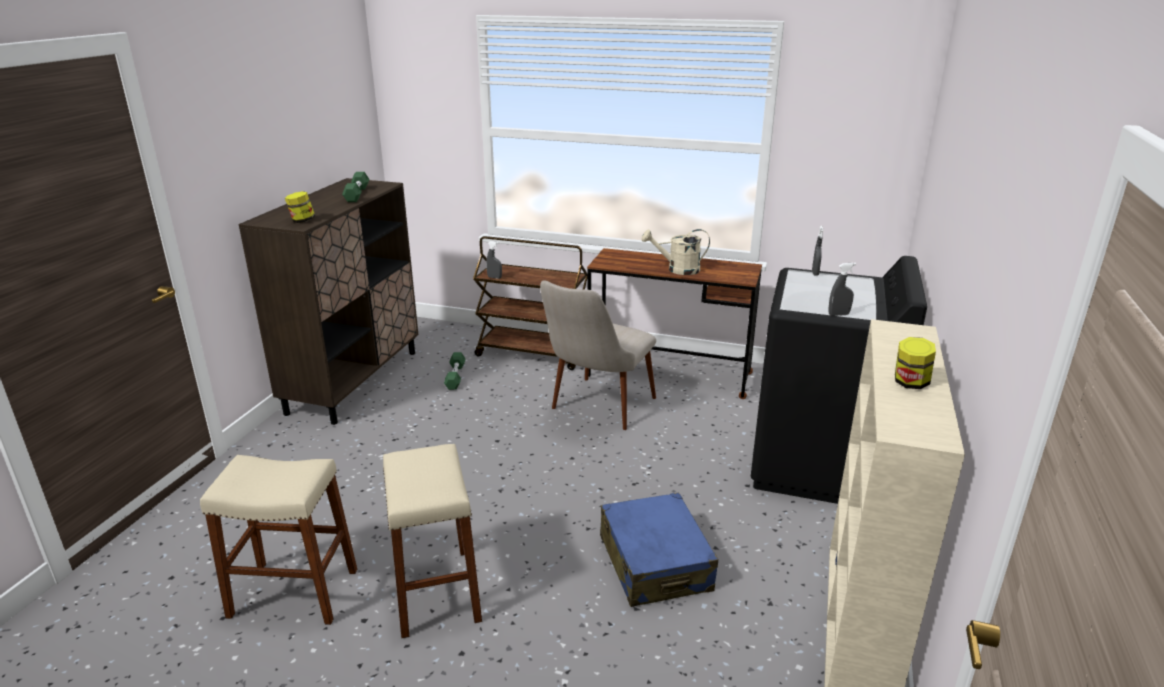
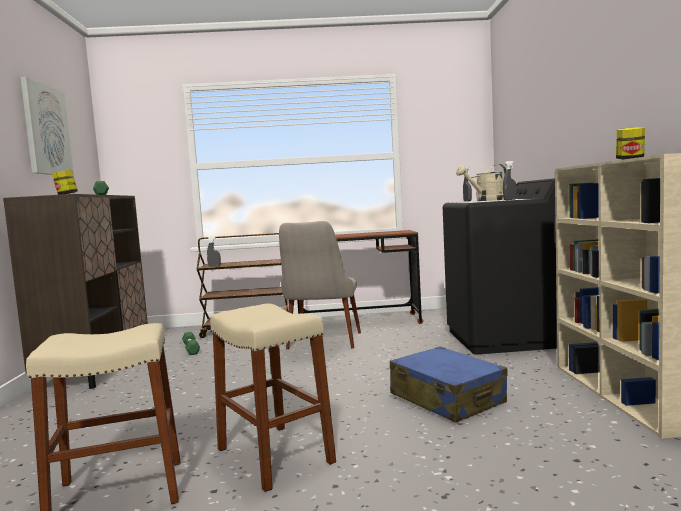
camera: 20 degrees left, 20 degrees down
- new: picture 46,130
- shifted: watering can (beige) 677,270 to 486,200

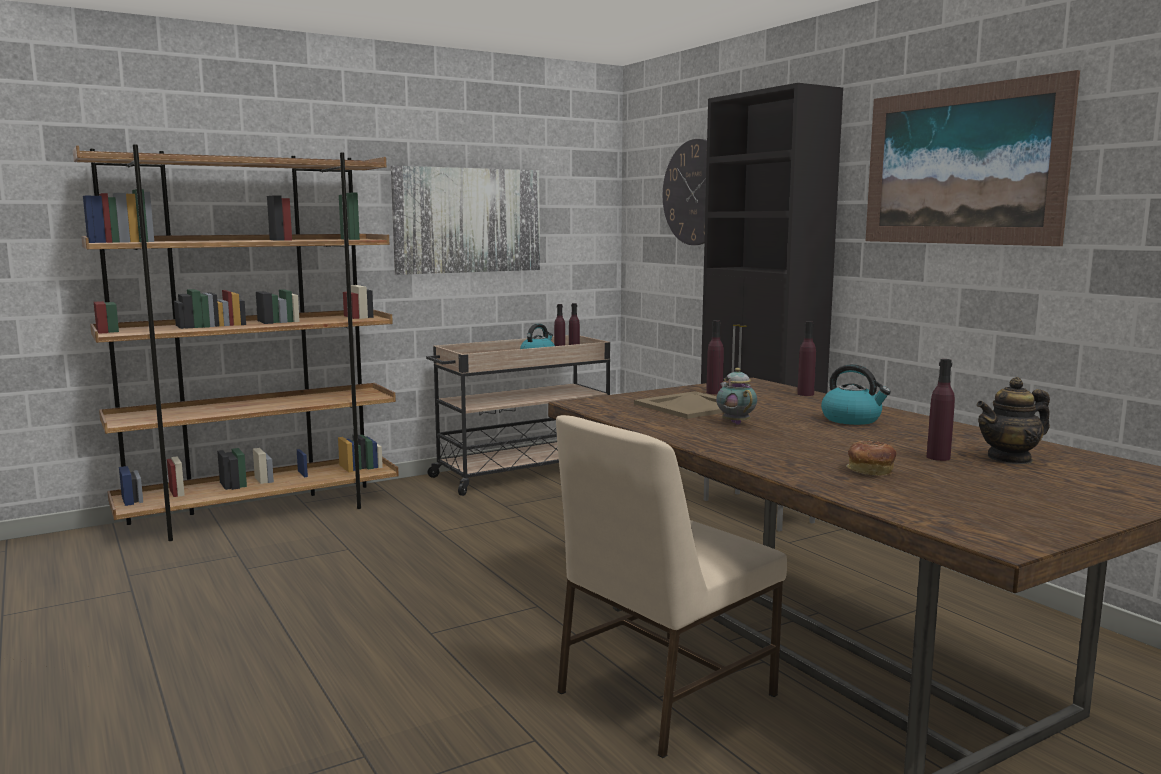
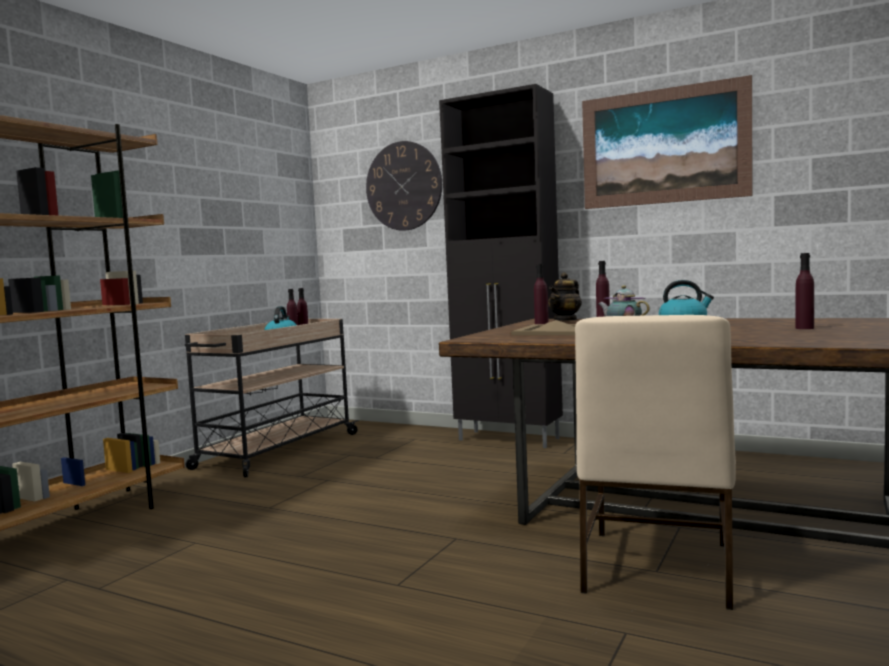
camera: 30 degrees left, 5 degrees down
- gone: picture 468,220
- gone: bread 870,471
- shifted: teapot 1010,459 to 565,319

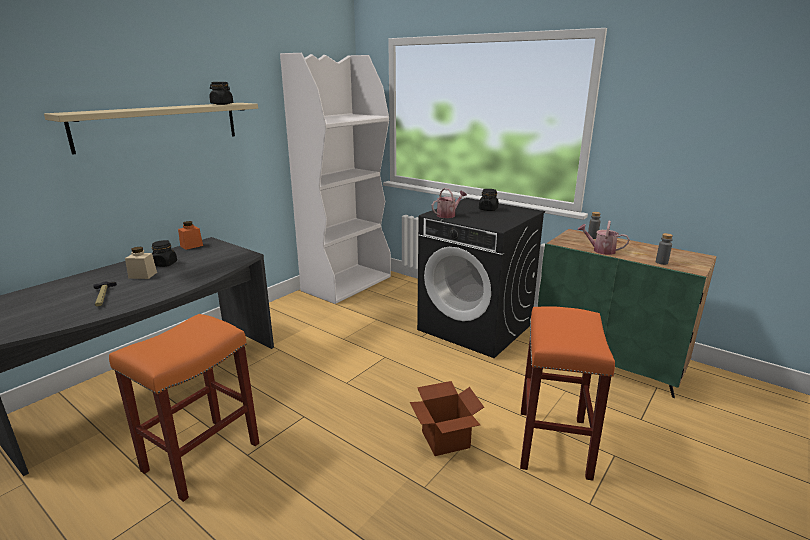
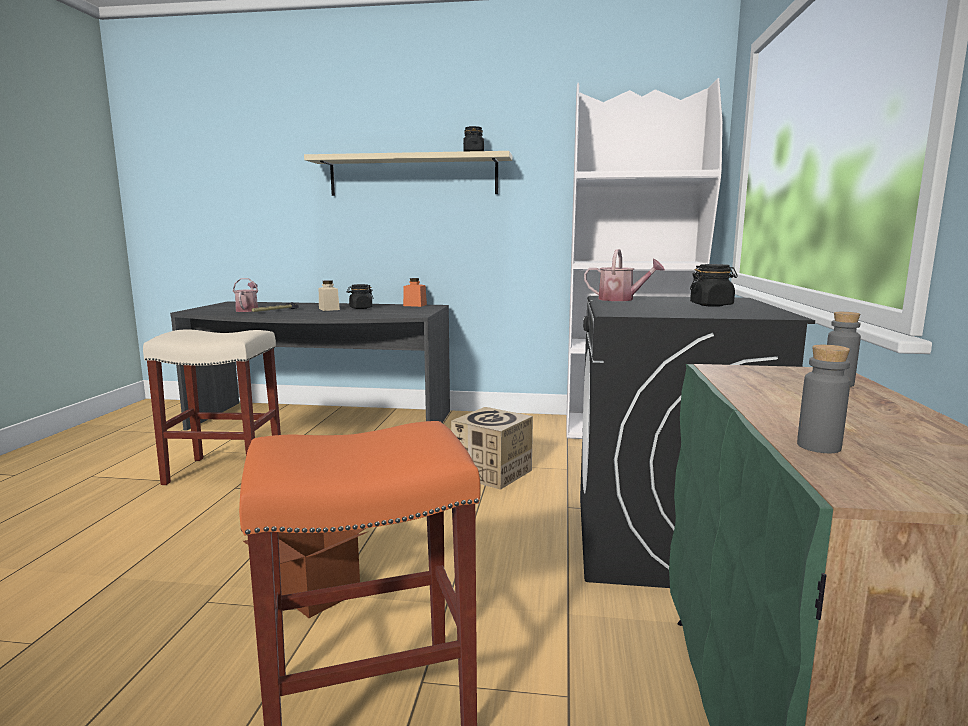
camera: 60 degrees right, 10 degrees down
- new: cardboard box 492,473
- shifted: watering can 600,250 to 248,310
- repainted: stool (orange) 201,458 to stool (beige) 223,472

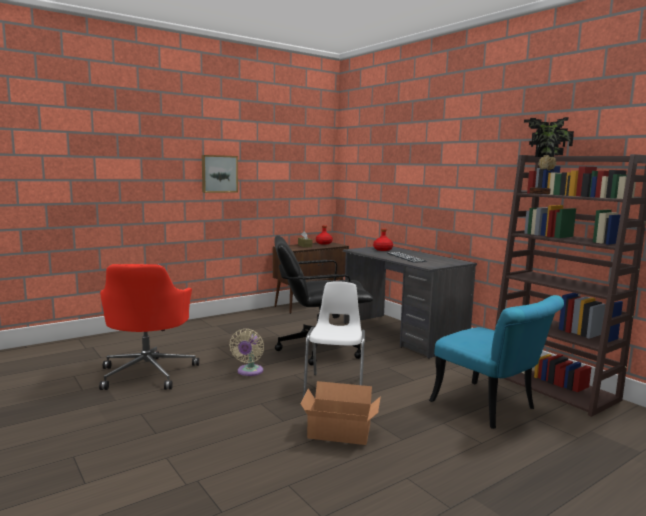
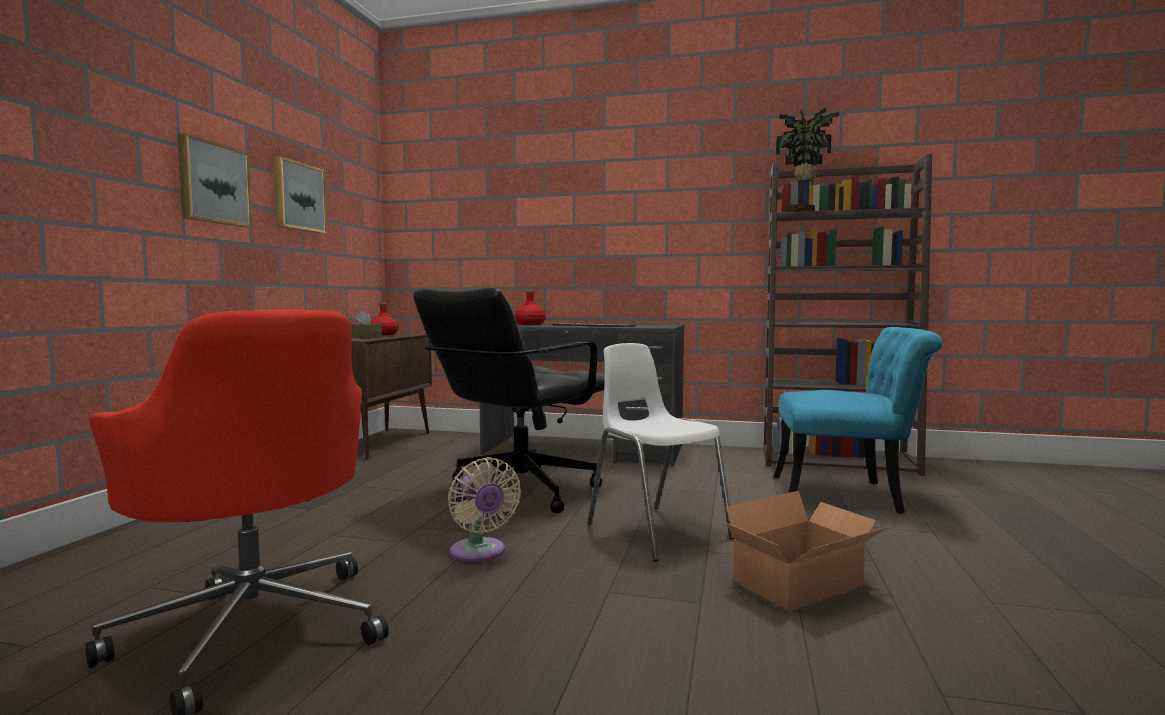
camera: 40 degrees left, 5 degrees down
- new: picture 298,197

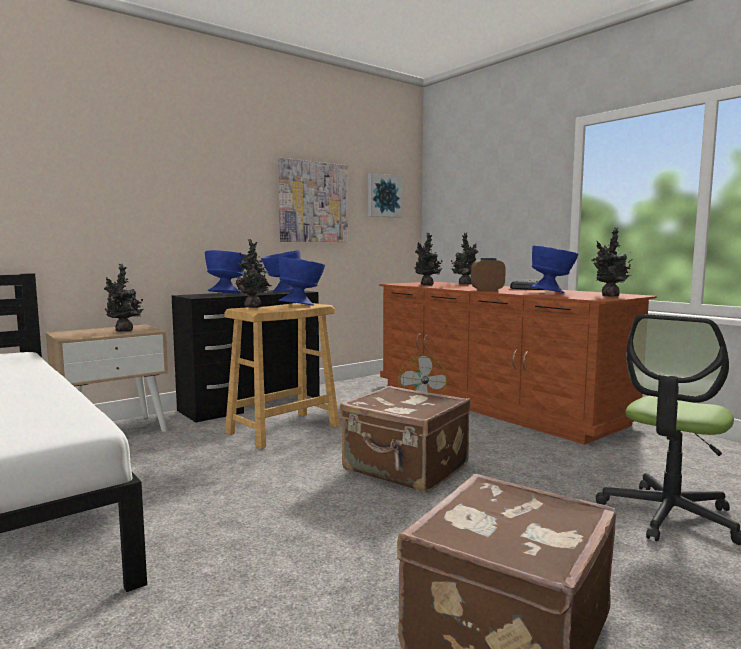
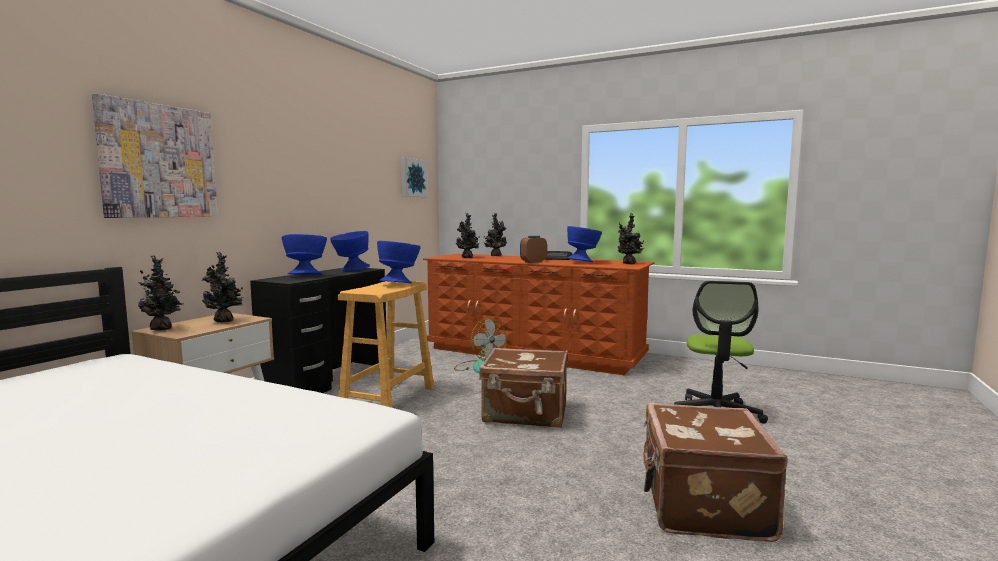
camera: 25 degrees left, 0 degrees up
- shifted: potted plant 254,307 to 163,329
- shifted: picture 313,202 to 159,161

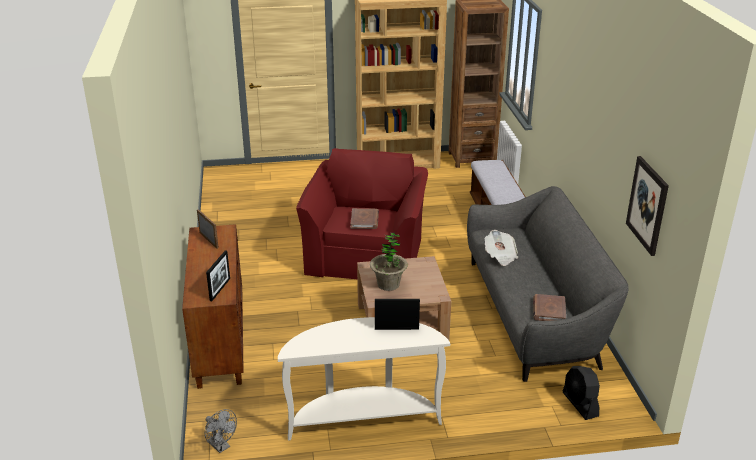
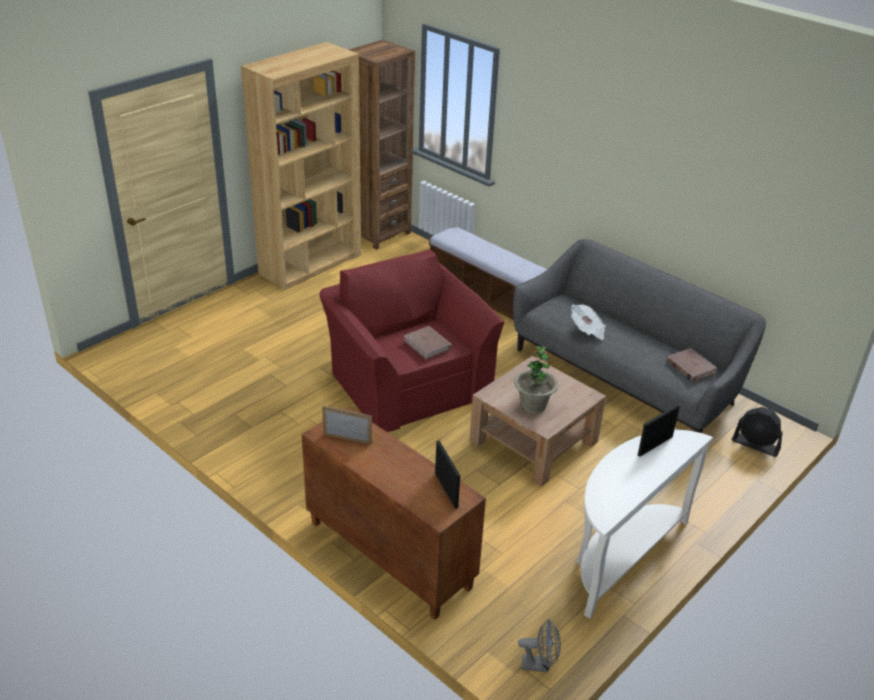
camera: 40 degrees left, 5 degrees up
- gone: picture 647,205

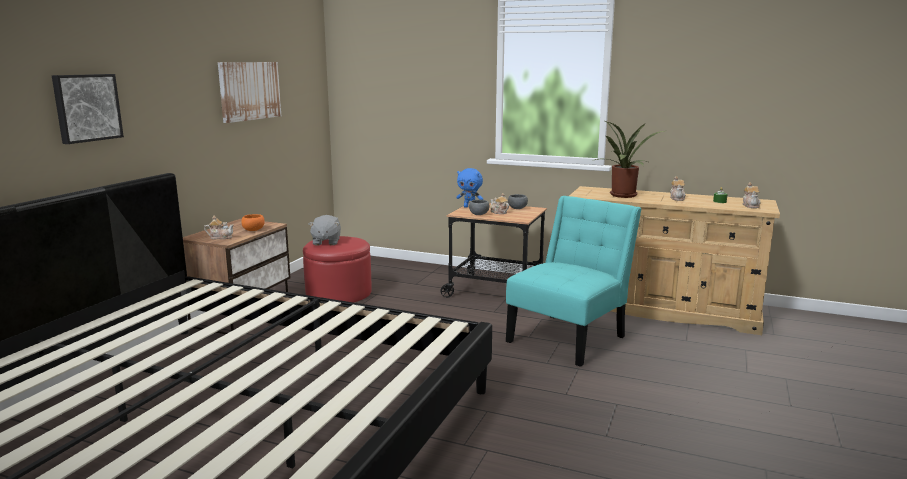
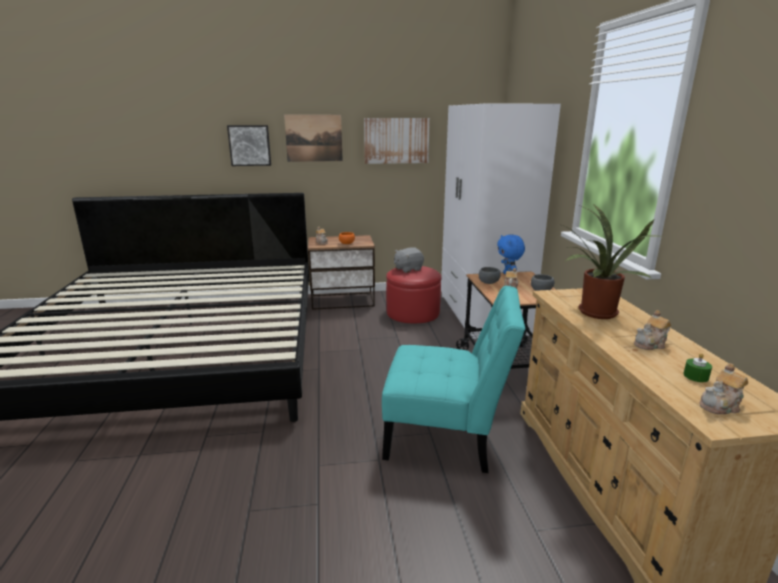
camera: 60 degrees right, 5 degrees up
- new: picture 314,138
- new: wardrobe (white) 482,314

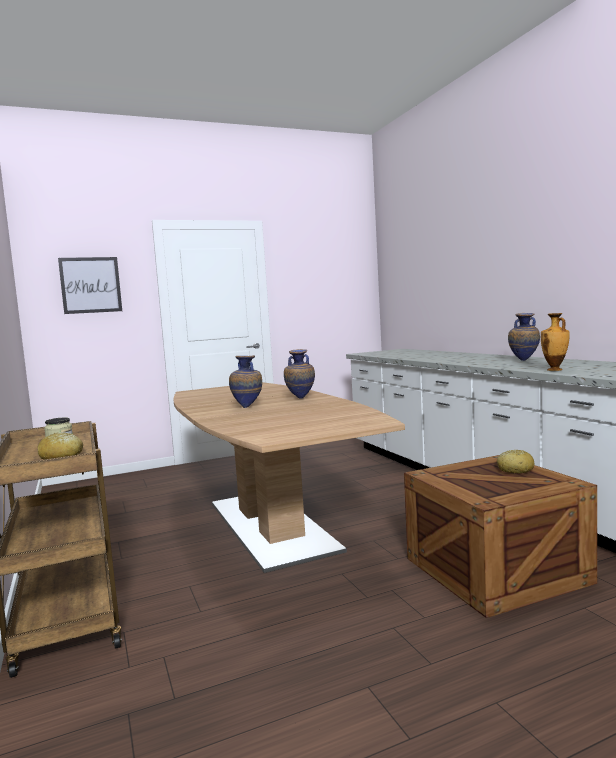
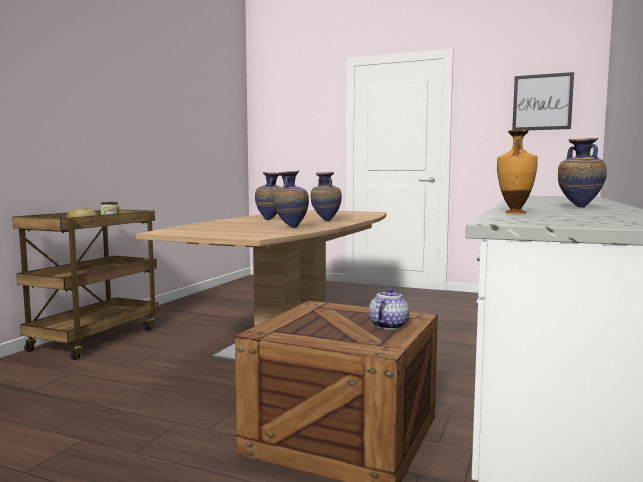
camera: 45 degrees right, 0 degrees up
- new: vase 290,228
- shifted: picture 90,285 to 542,102
- swapped: bread 515,469 to teapot 388,325

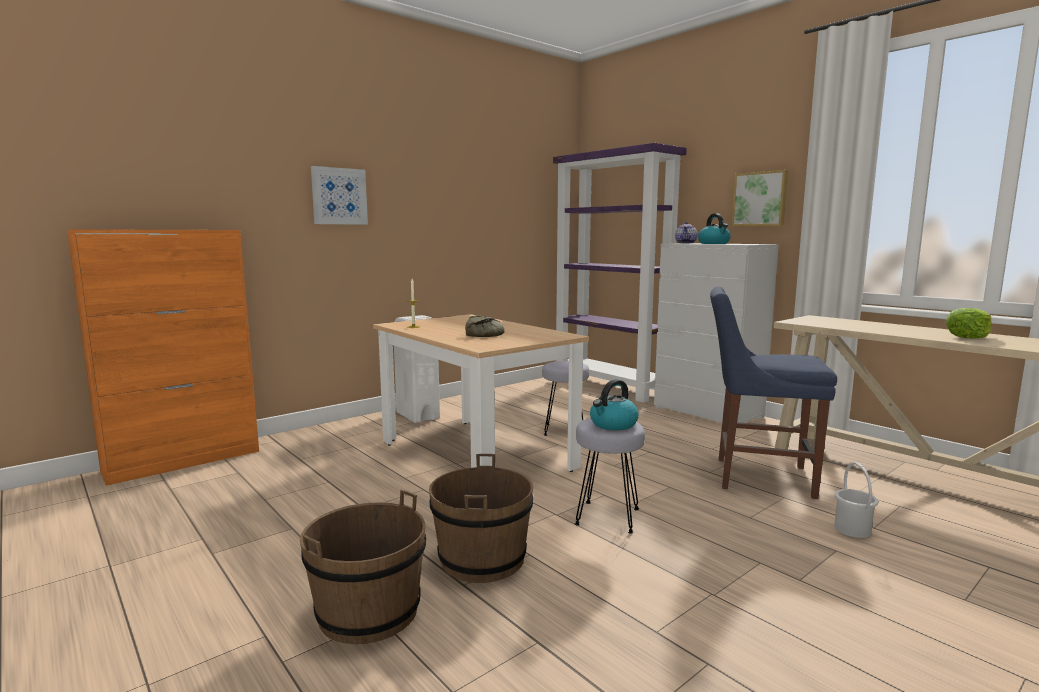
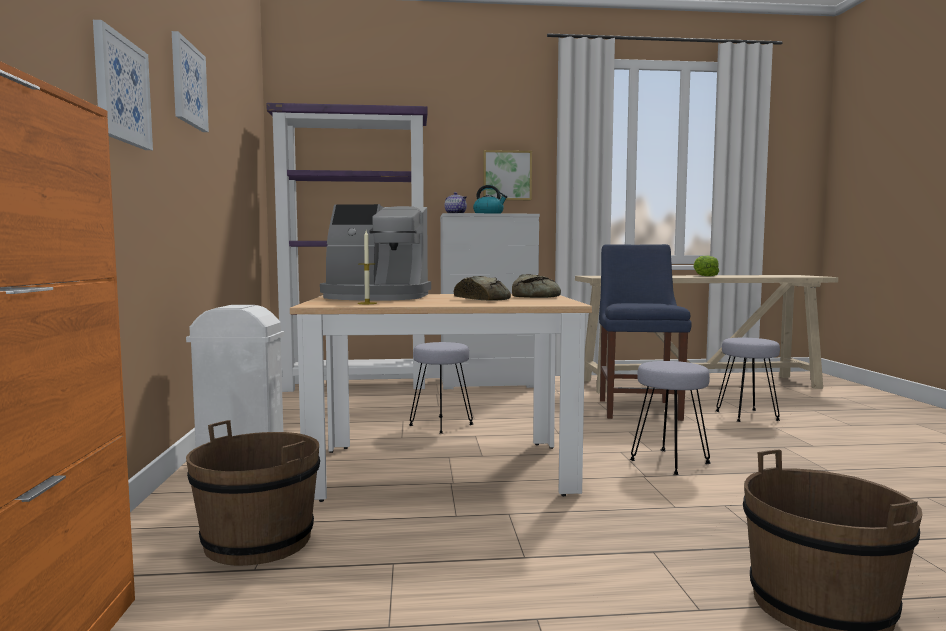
camera: 55 degrees left, 5 degrees down
- gone: kettle 613,424
- new: picture 188,85
- new: coffee machine 376,297
- new: bread 537,296
- shifted: bucket (brown) 482,559 to 258,541
- swapped: bucket (white) 853,529 to stool (grey) 747,416
- rotated: chair (blue) 757,476 = 638,408 135 degrees clockwise

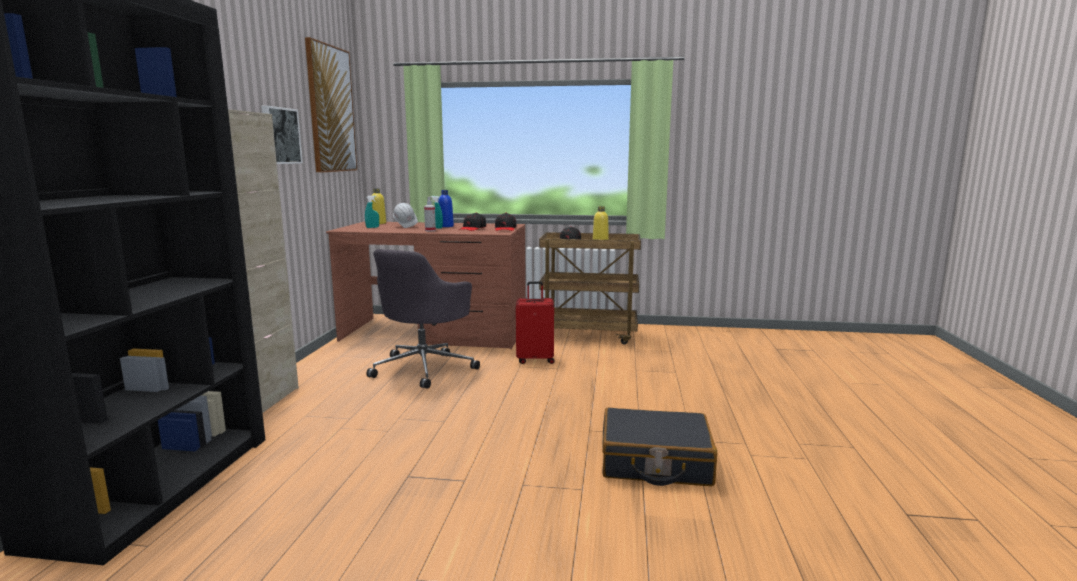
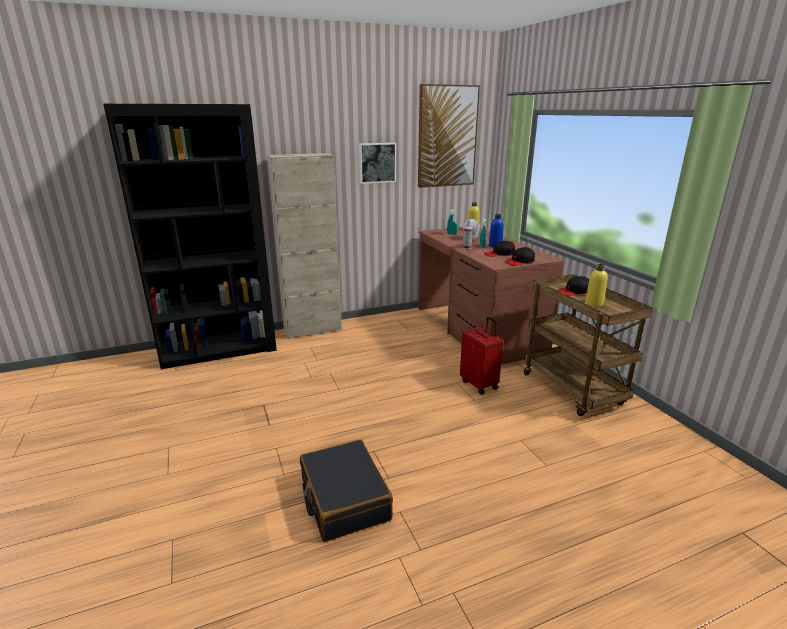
camera: 60 degrees right, 10 degrees up
- gone: office chair (grey) 424,368

